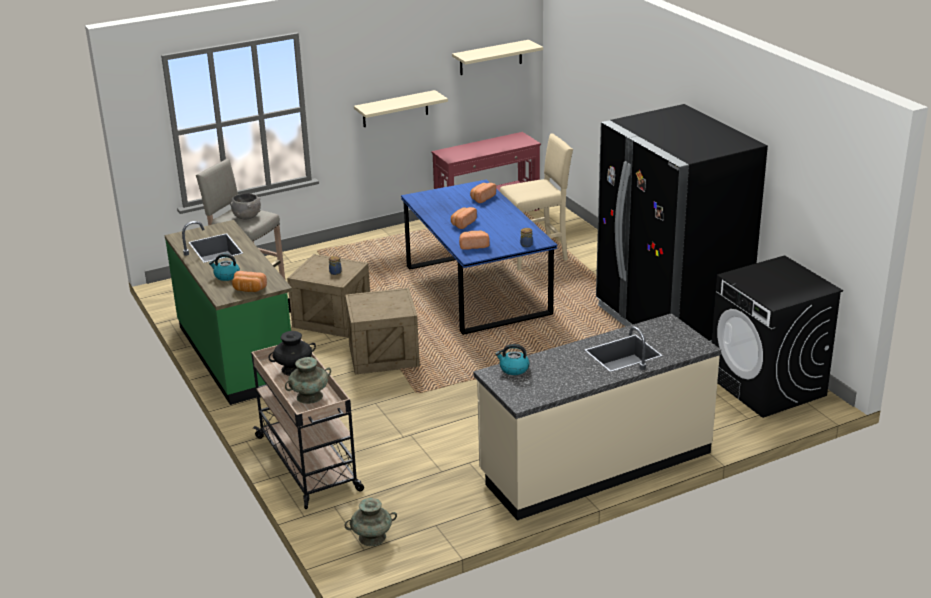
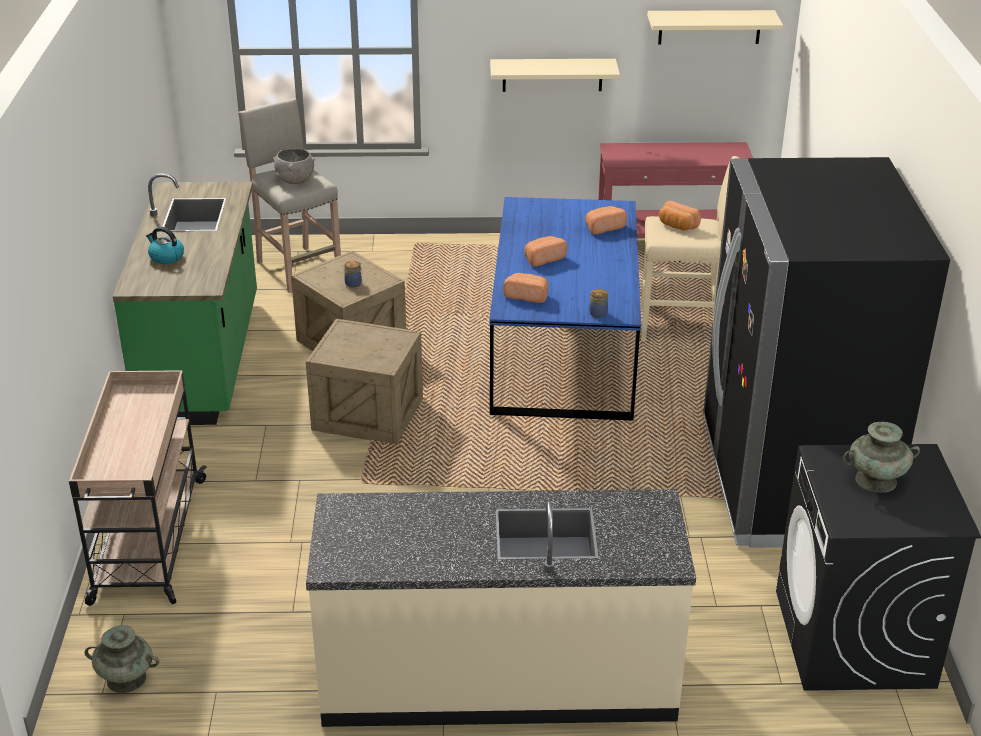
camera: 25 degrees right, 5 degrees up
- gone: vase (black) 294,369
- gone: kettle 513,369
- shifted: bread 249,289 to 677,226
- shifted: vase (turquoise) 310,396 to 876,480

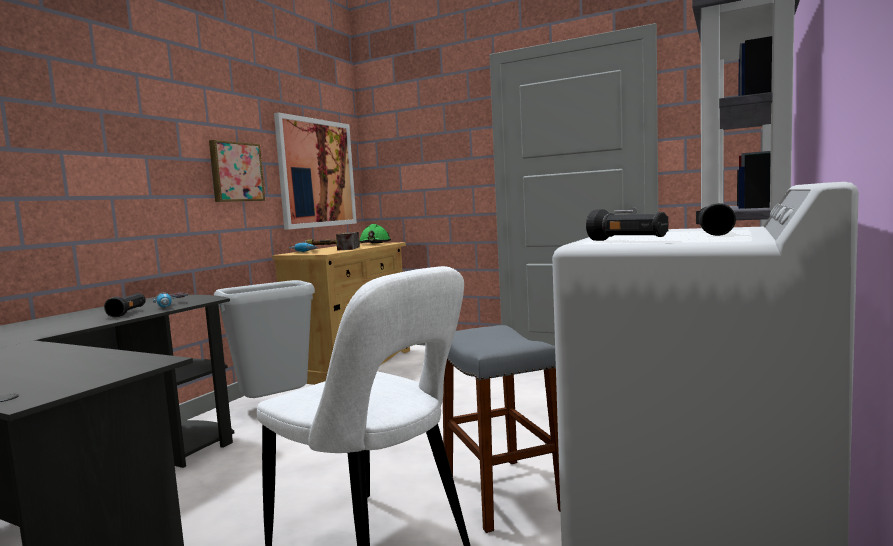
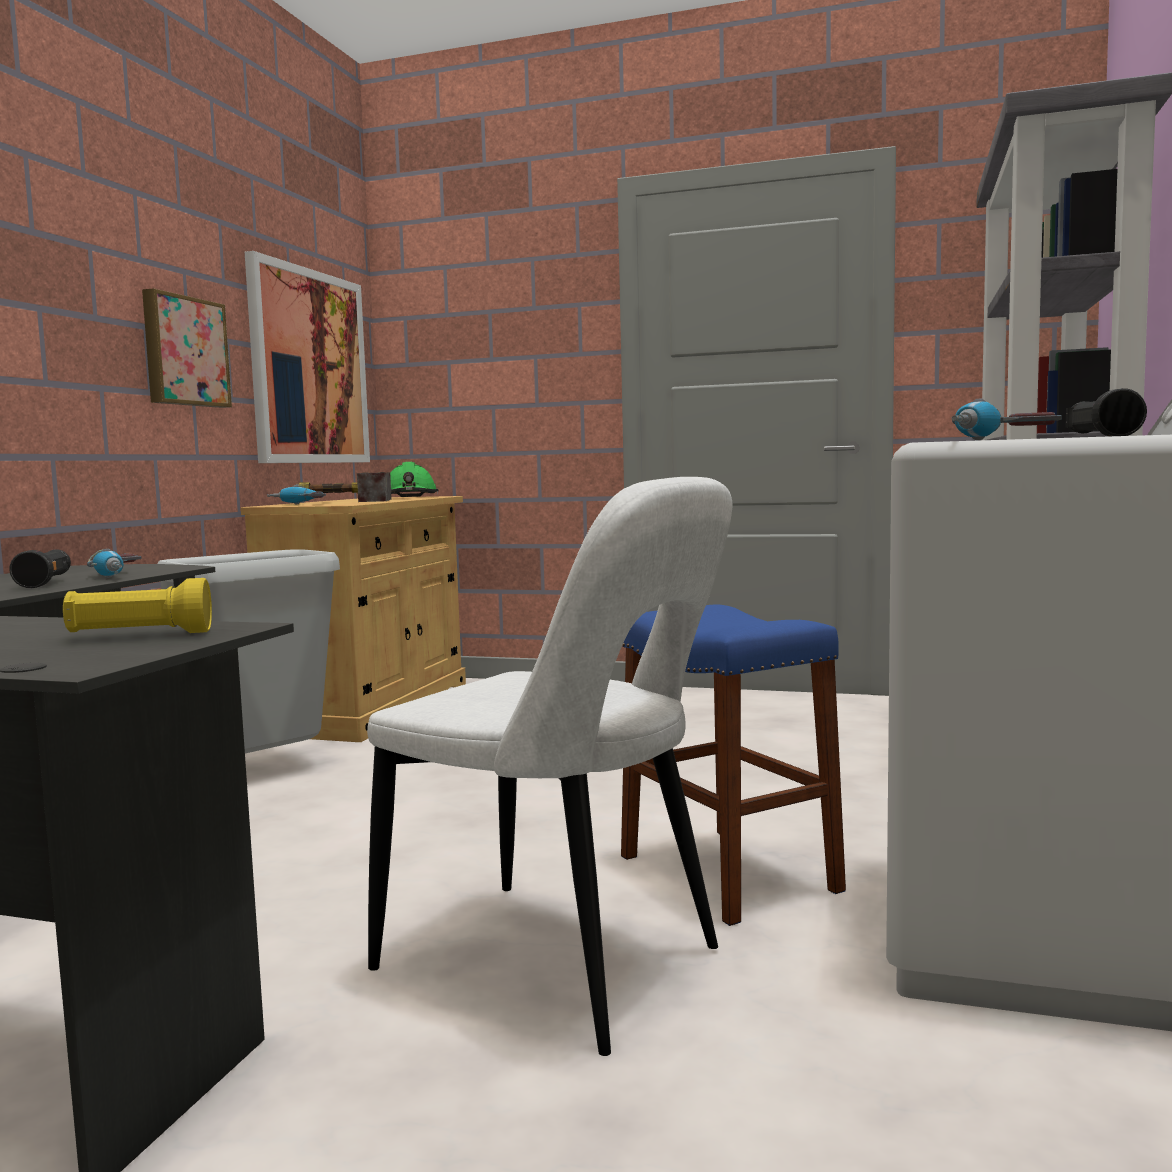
camera: 10 degrees left, 0 degrees up
- new: flashlight (yellow) 139,635
- swapped: flashlight (black) 627,241 to power drill 1000,439
- repainted: stool (grey) 502,492 to stool (blue) 727,873

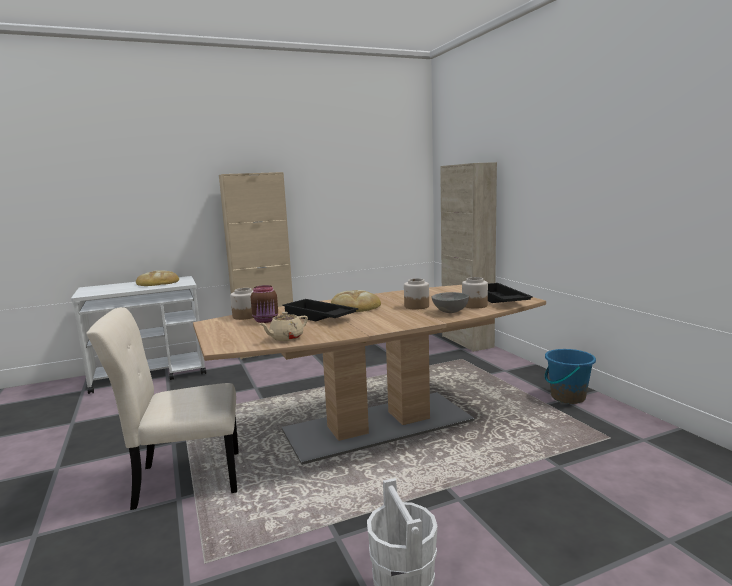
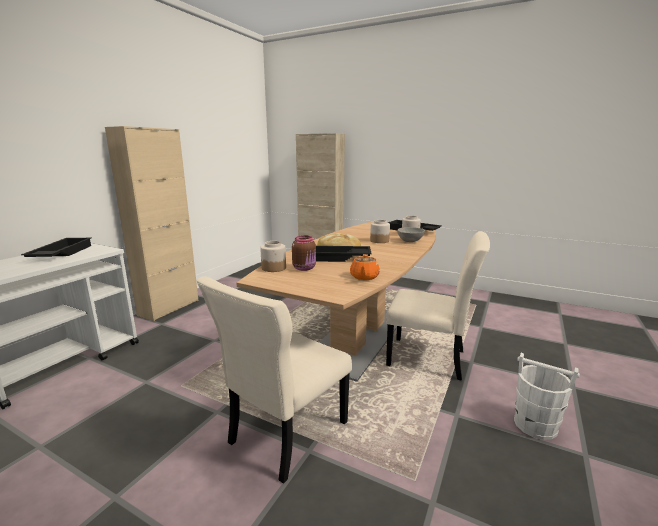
camera: 40 degrees left, 5 degrees up
- gone: bucket (blue) 567,397
- new: chair (beige) 430,359
- swapped: bread 157,282 to tray (black) 60,253
- repainted: teapot (beige) 285,338 to teapot (orange) 364,277

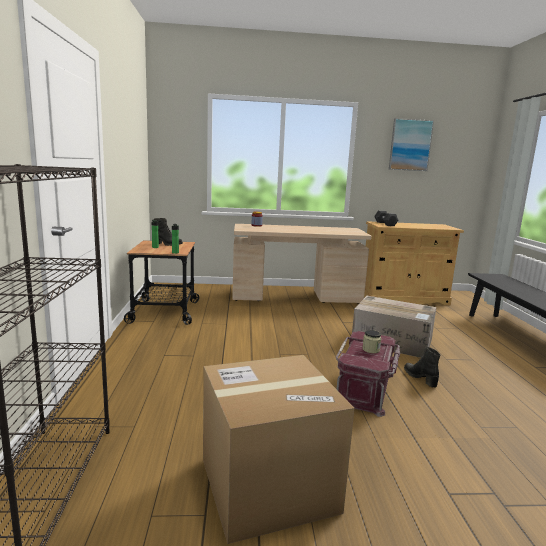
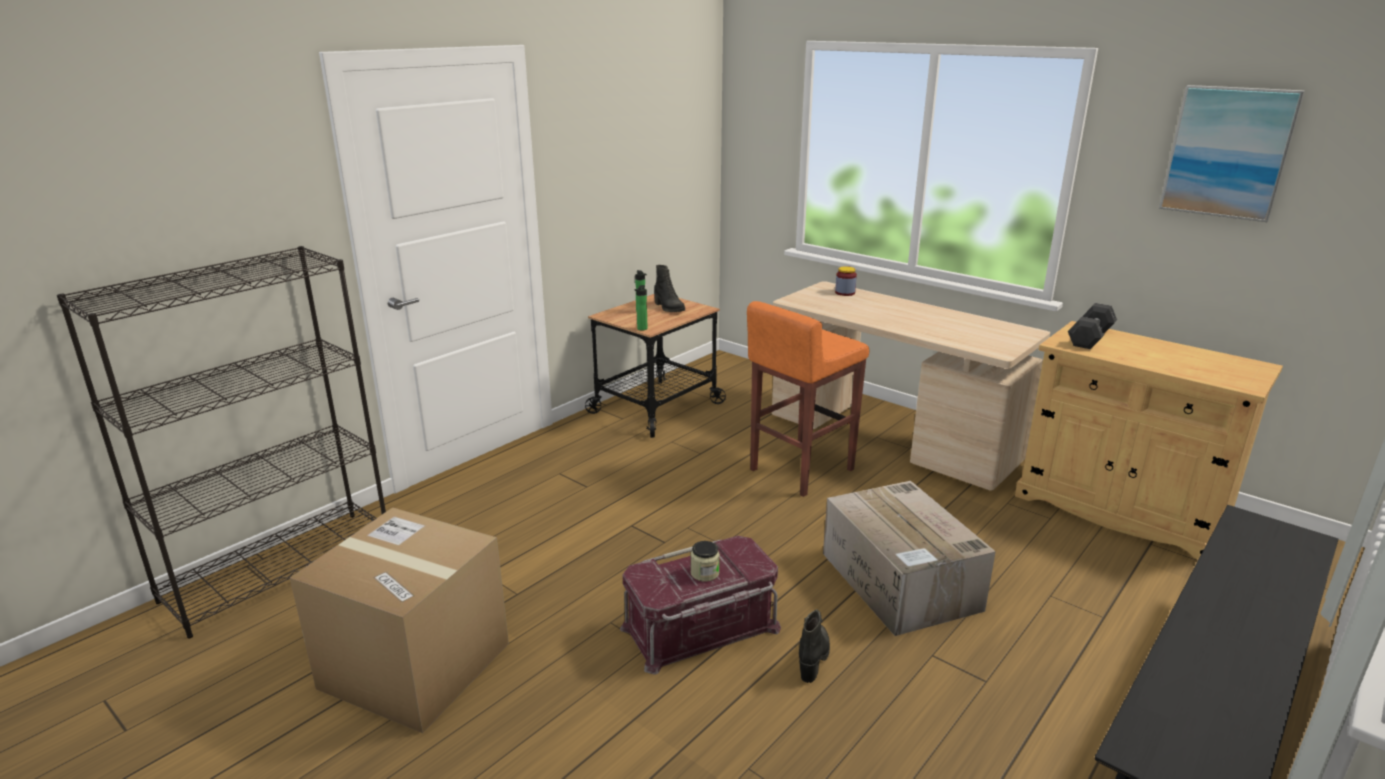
camera: 45 degrees right, 10 degrees up
- new: stool (orange) 800,470

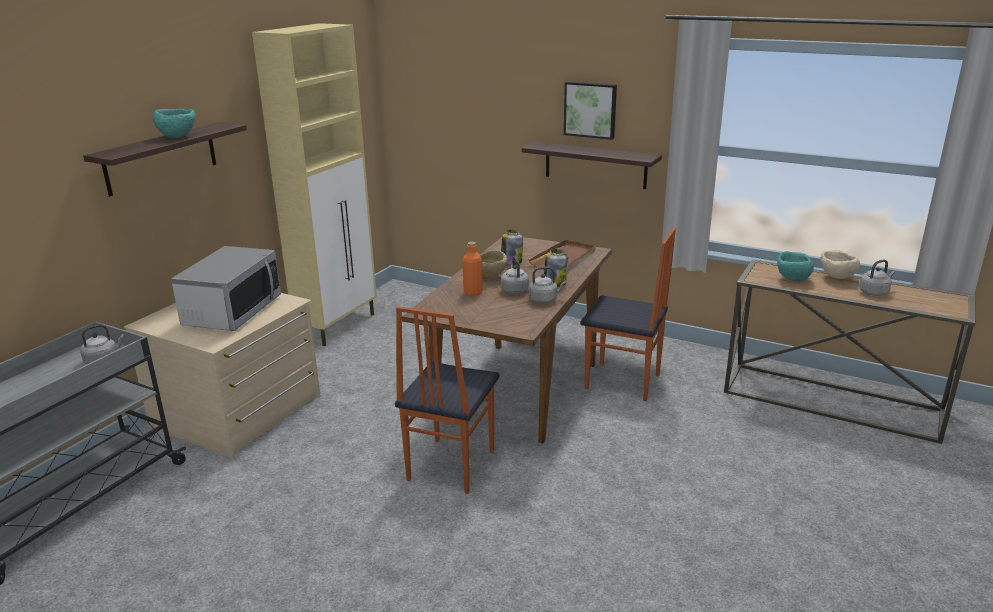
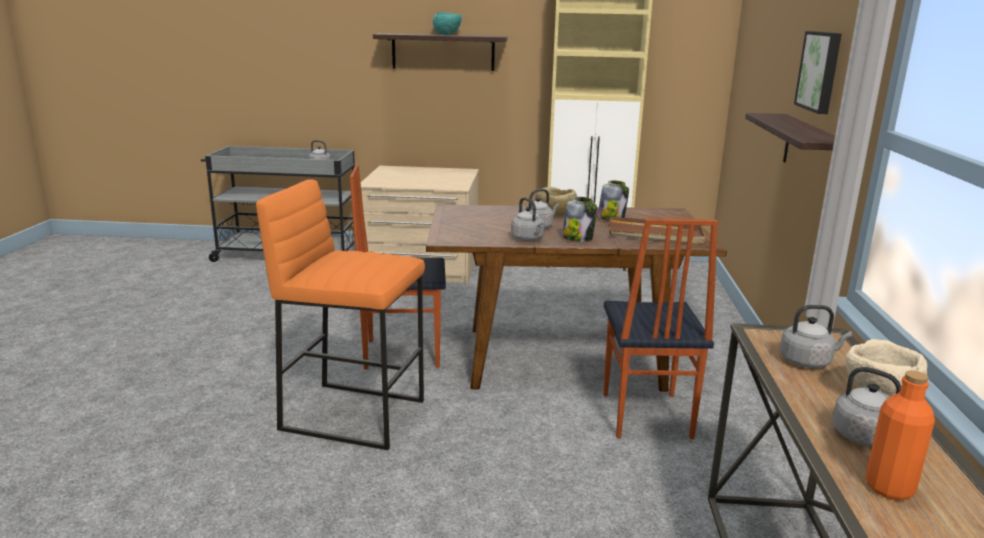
camera: 65 degrees right, 5 degrees down
- gone: microwave 232,312
- new: stool (orange) 354,414
- shifted: bottle (orange) 473,292 to 889,488
- swapped: bowl (turquoise) 792,279 to kettle (grey) 808,361

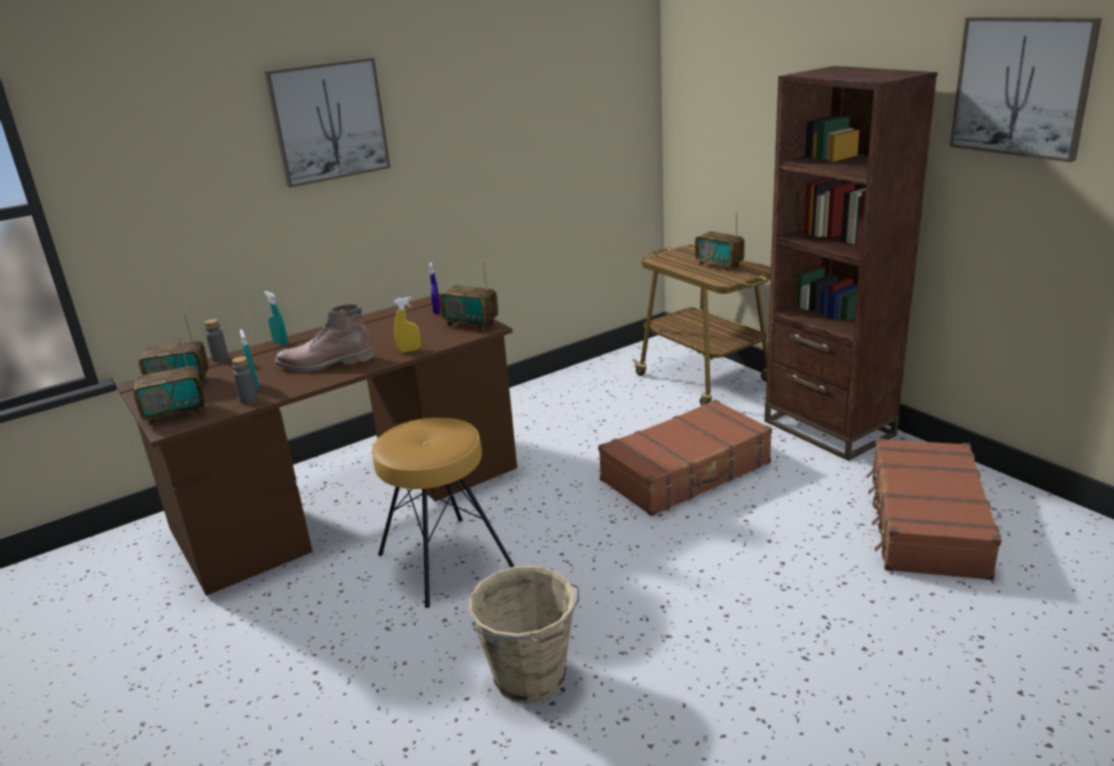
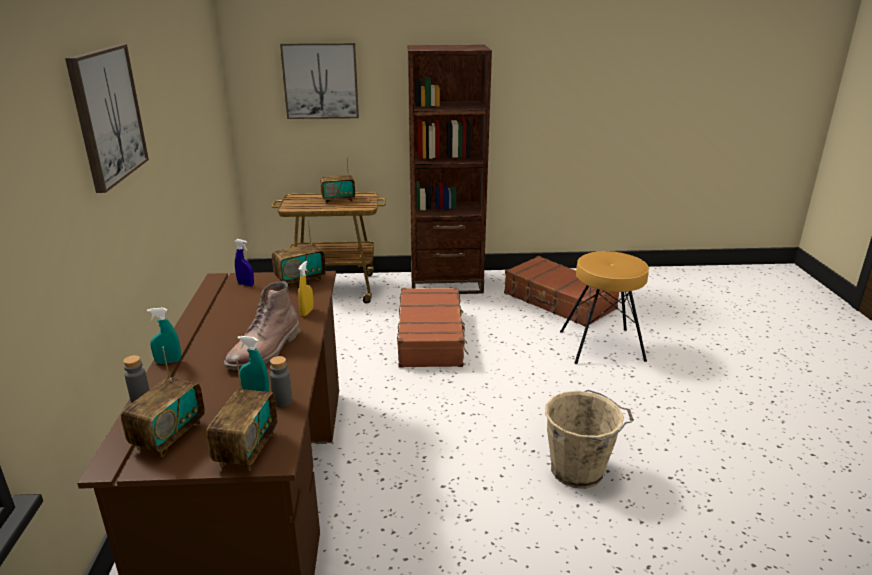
camera: 60 degrees left, 0 degrees up
- shifted: stool (brown) 444,561 to 602,346
- shifted: picture 1022,87 to 320,81

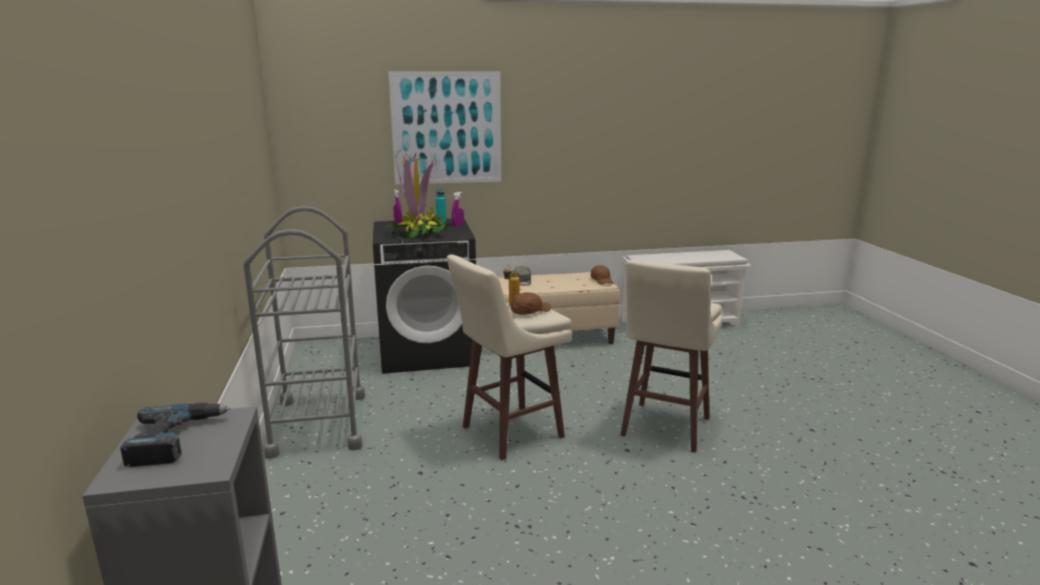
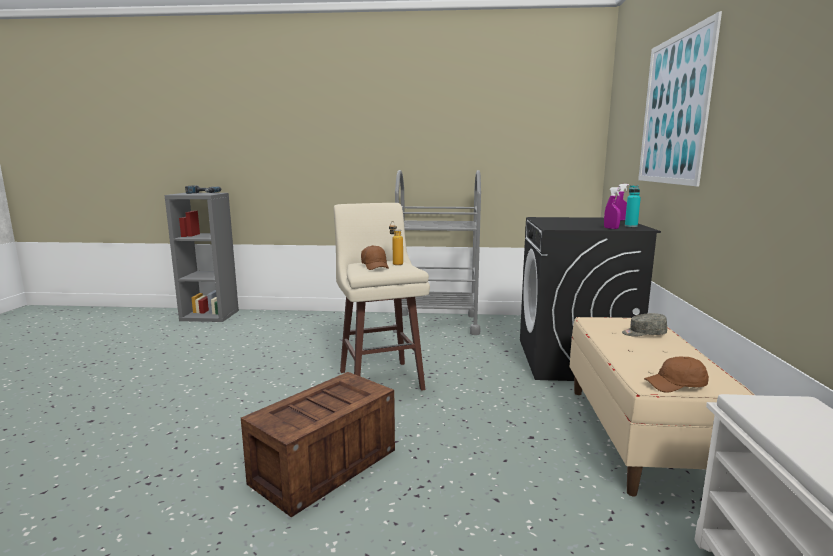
camera: 105 degrees right, 5 degrees down
- gone: potted plant 419,233
- swapped: stool (beige) 664,428 to crate 326,465

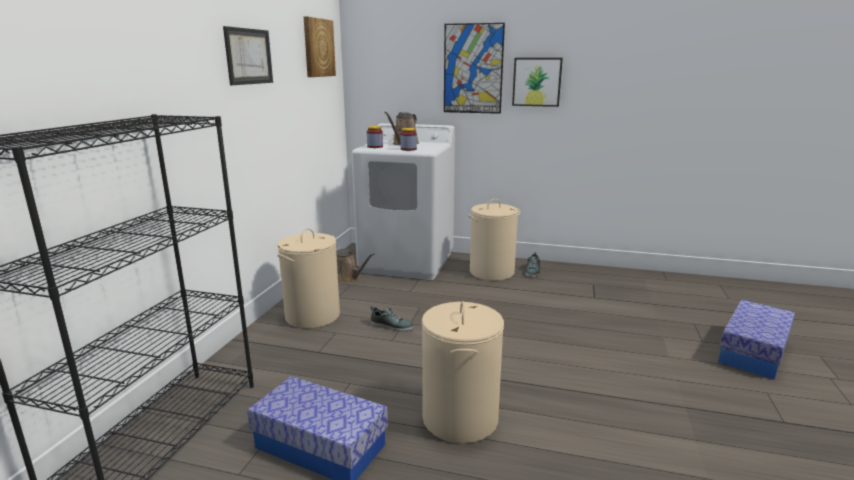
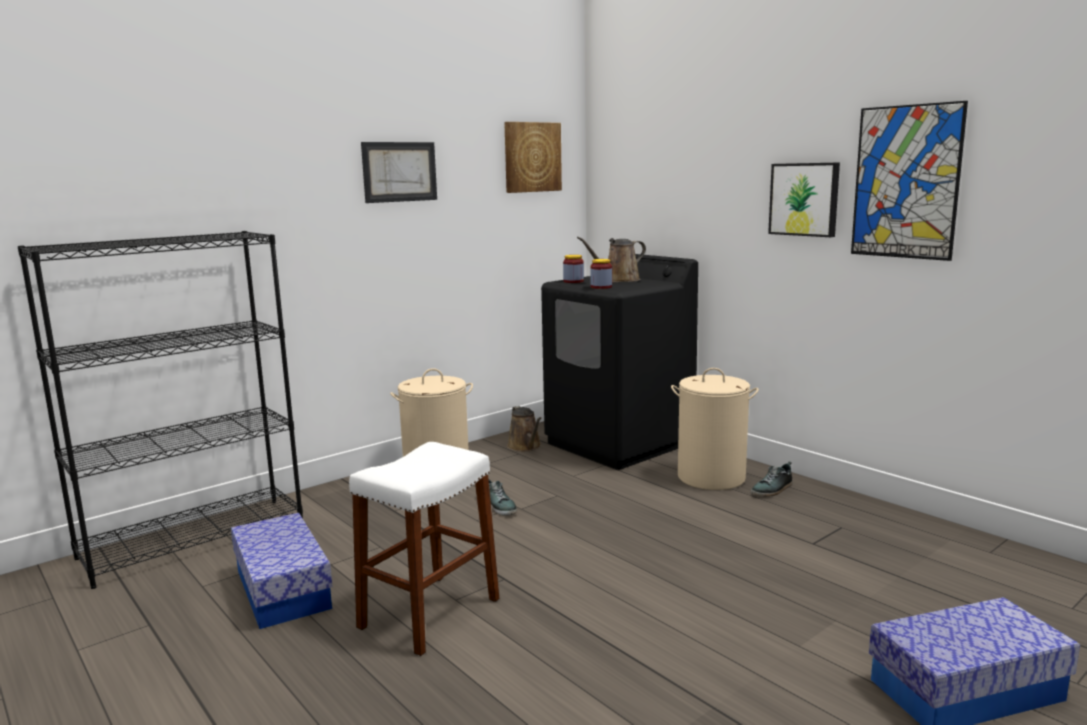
camera: 35 degrees right, 5 degrees down
- shifted: picture 473,69 to 906,182
- swapped: laundry basket (beige) 460,418 to stool (white) 430,613
- repainted: washing machine (white) 407,262 to washing machine (black) 619,443

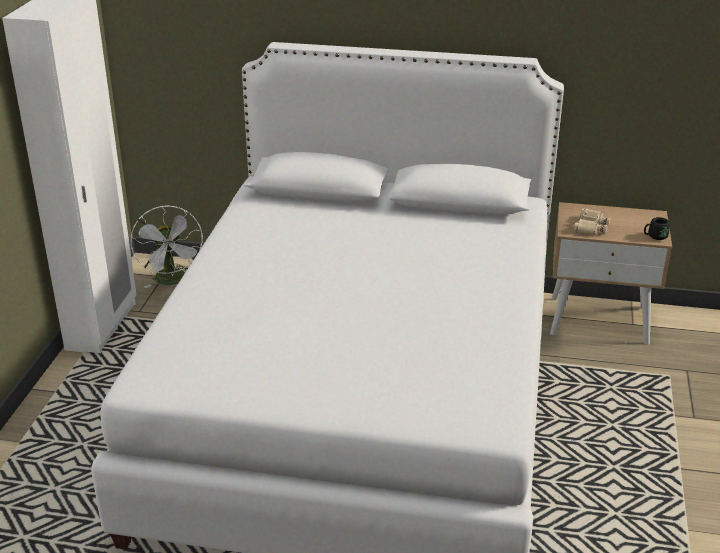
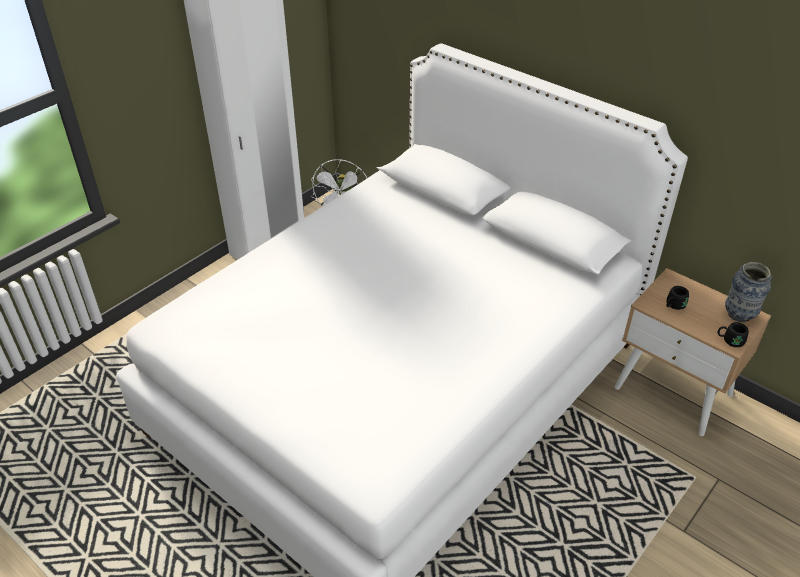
camera: 30 degrees right, 10 degrees up
- new: vase 739,315
- swapped: binoculars (beige) 590,226 to mug (black) 673,306

